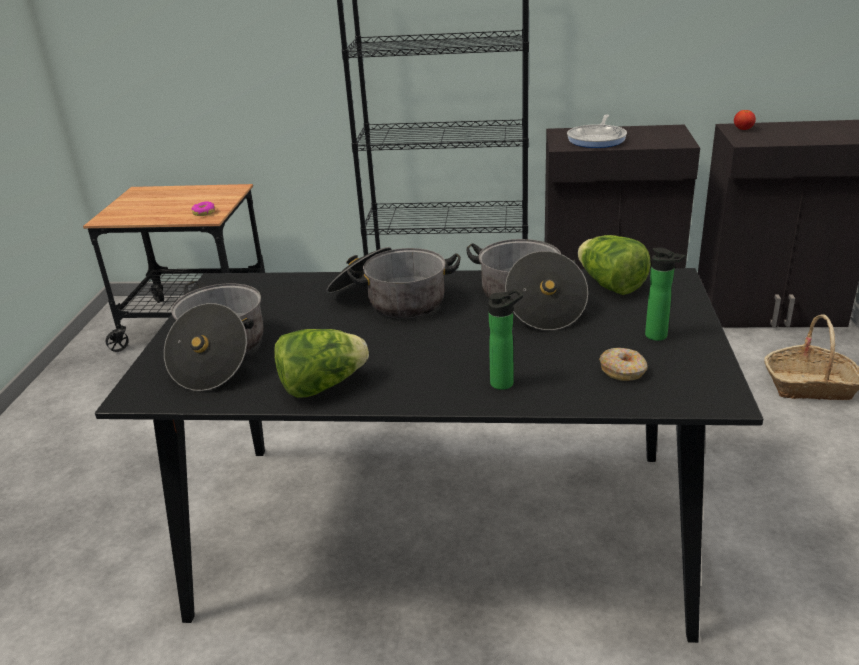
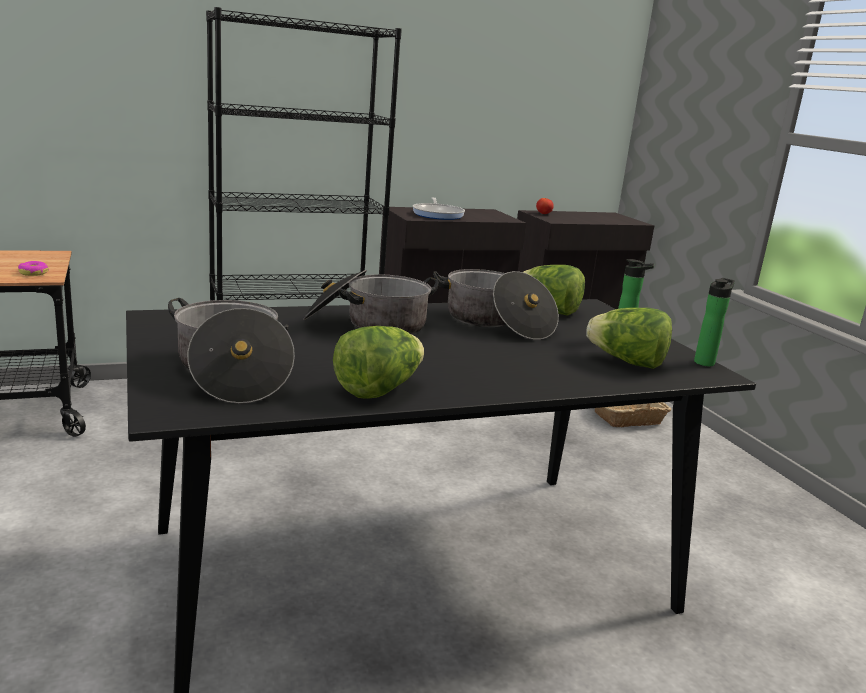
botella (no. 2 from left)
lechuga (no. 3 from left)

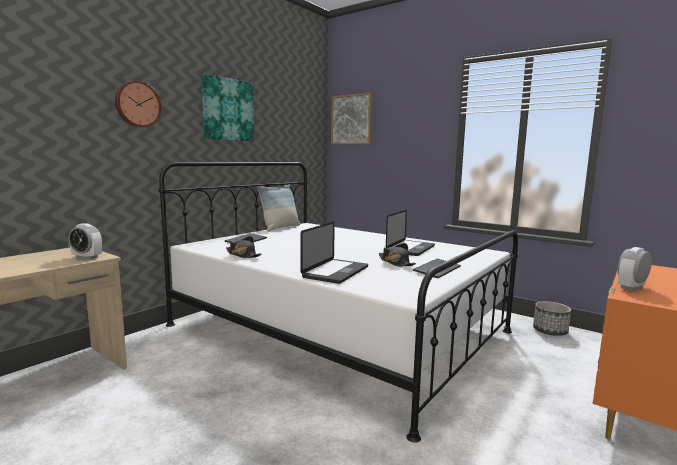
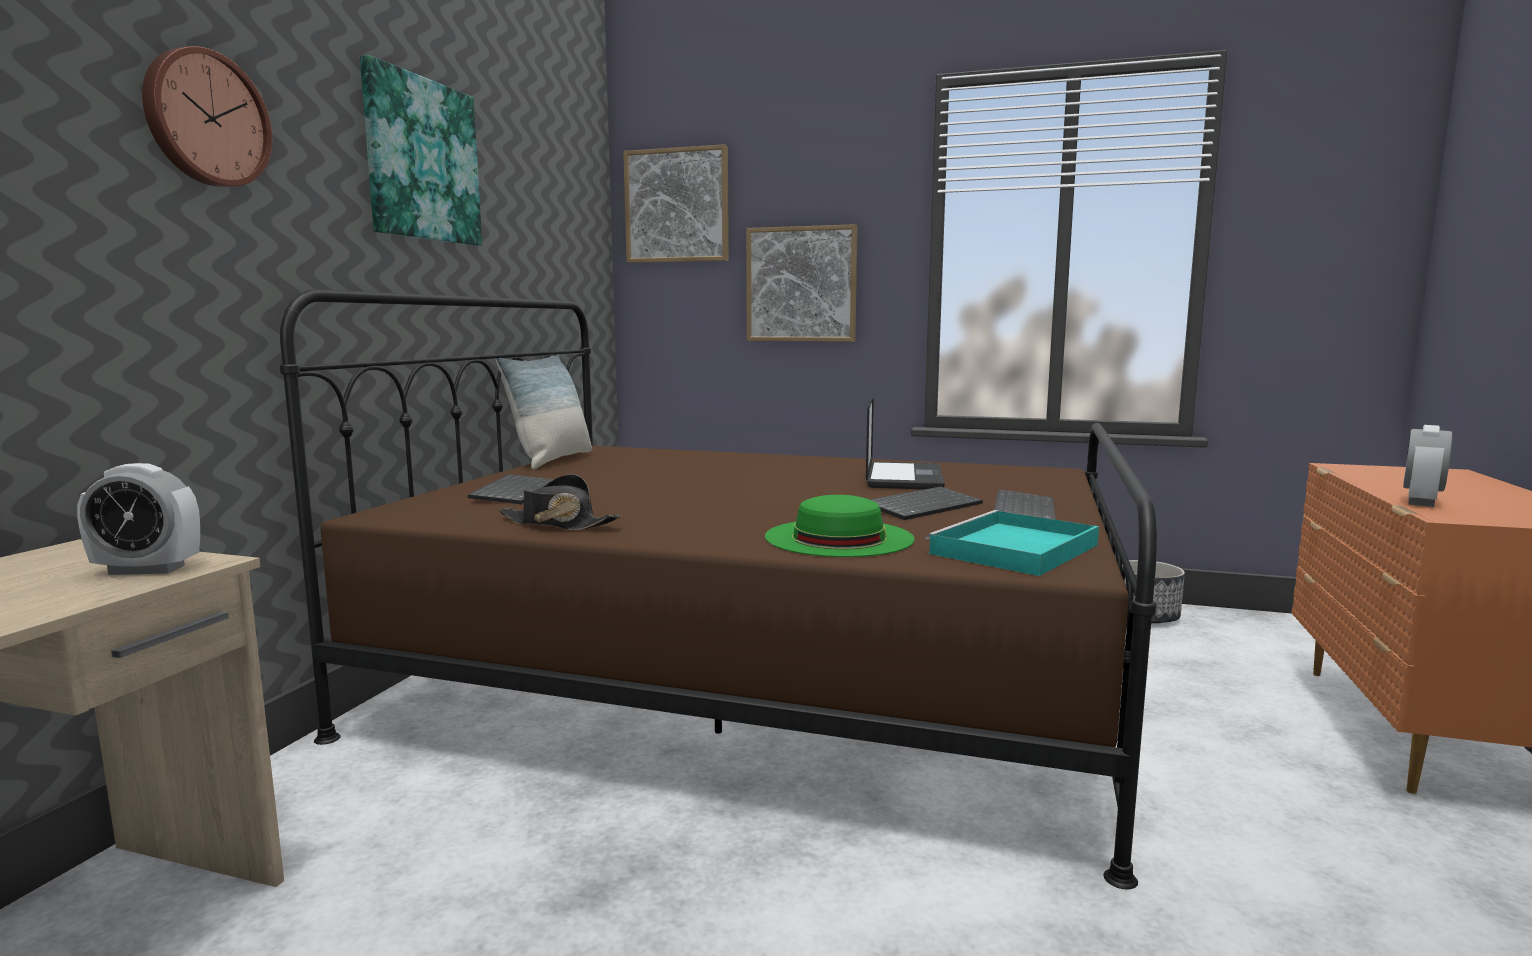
cuadro (no. 3 from left)
bandeja/turquesa
sombrero/verde
teclado (no. 2 from left)
cama/marrón

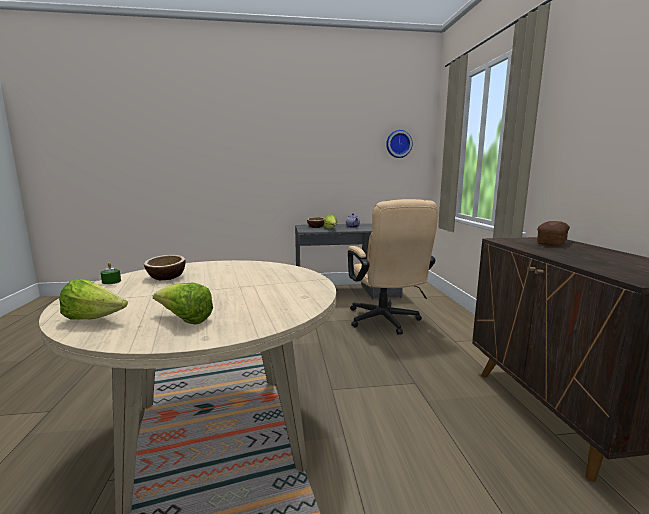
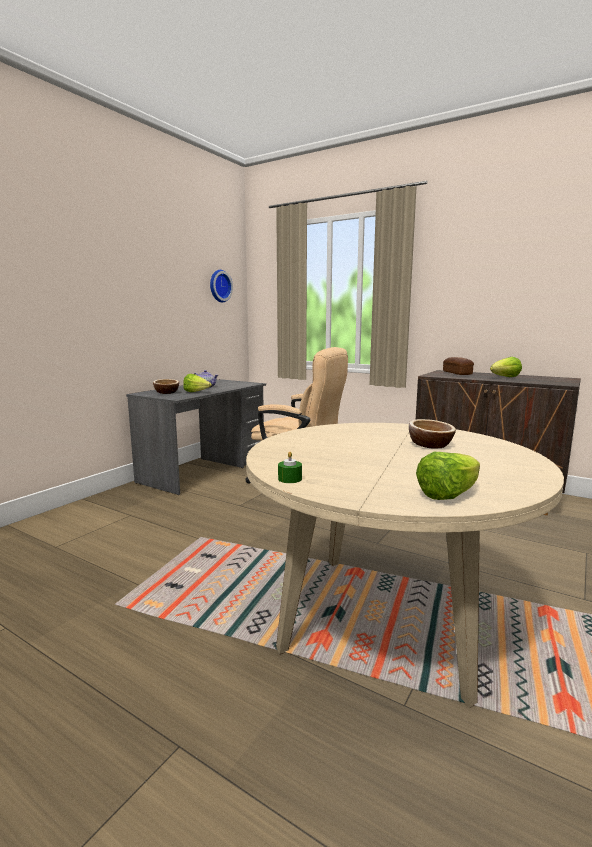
cuenco (no. 2 from left)
lechuga (no. 3 from left)

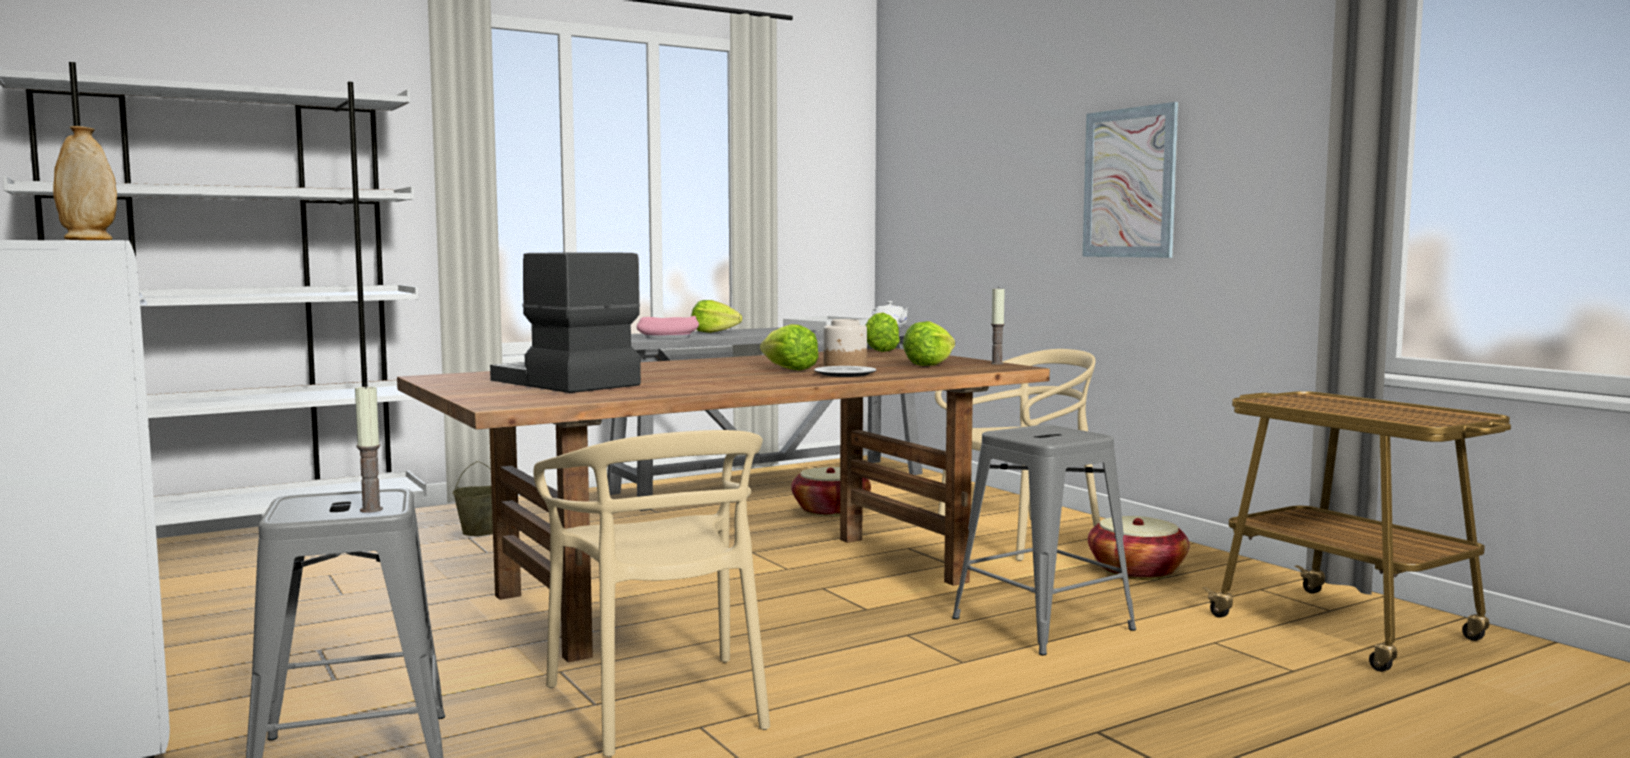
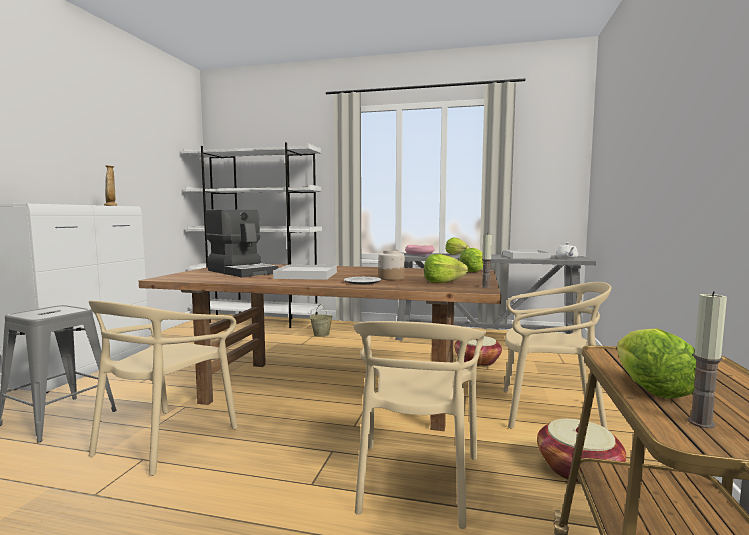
cuadro
bandeja/blanco (no. 1 from left)
vela (no. 2 from left)
lechuga (no. 4 from left)
silla/beis (no. 2 from left)
cafetera

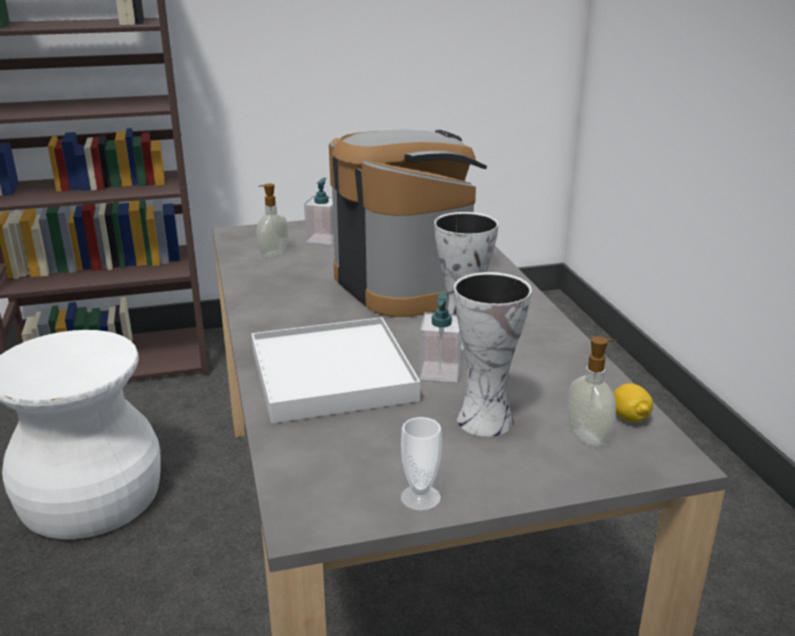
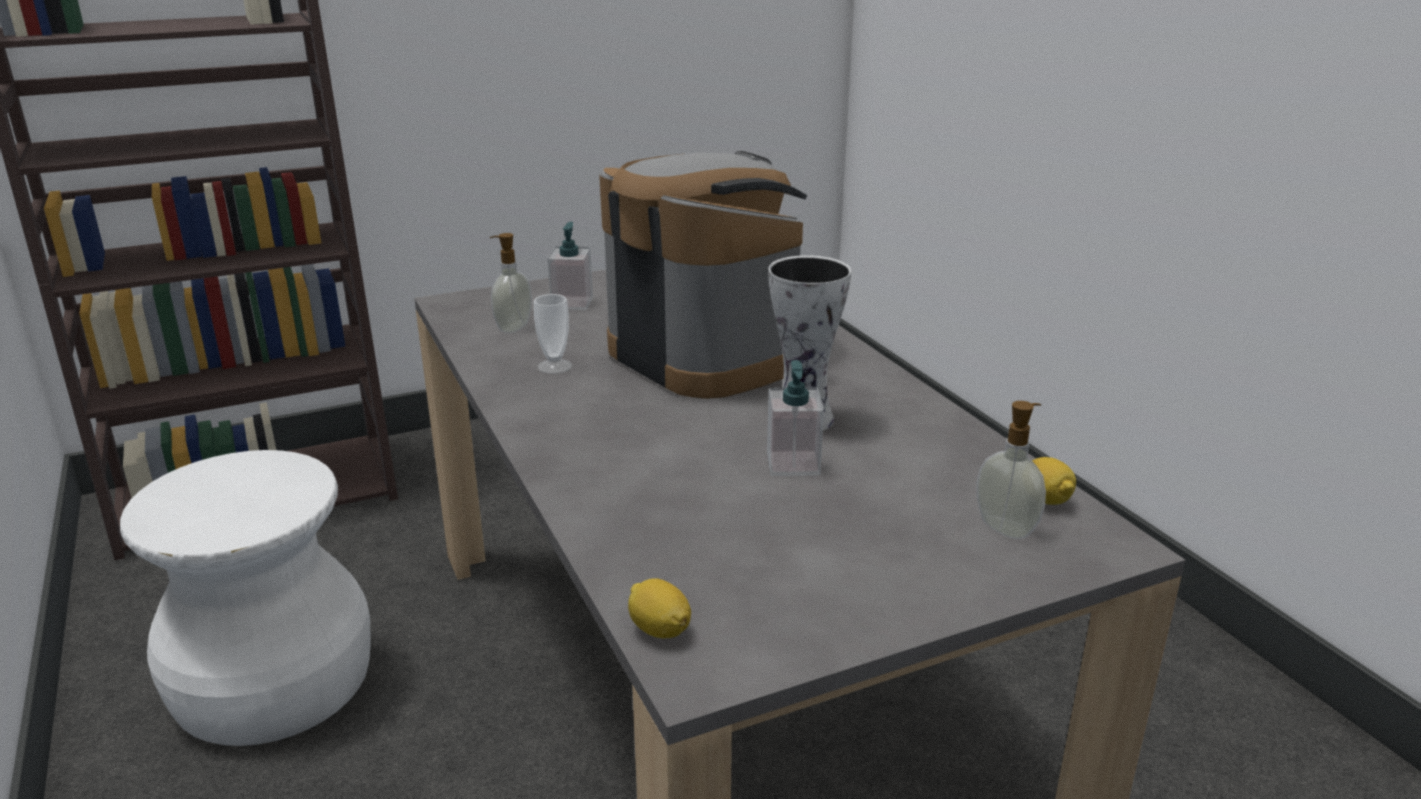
bandeja/blanco
florero (no. 2 from left in the first image)
limón (no. 1 from left)
taza

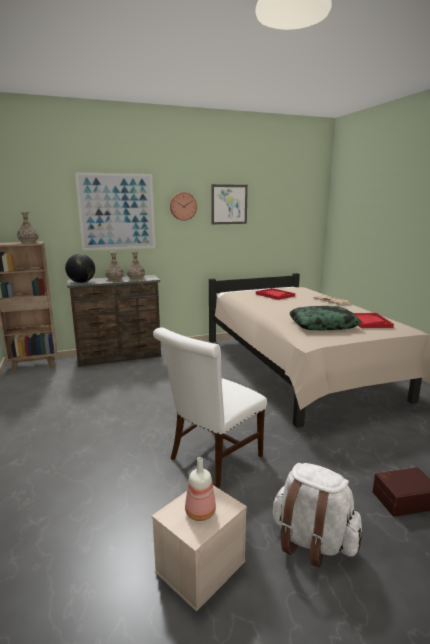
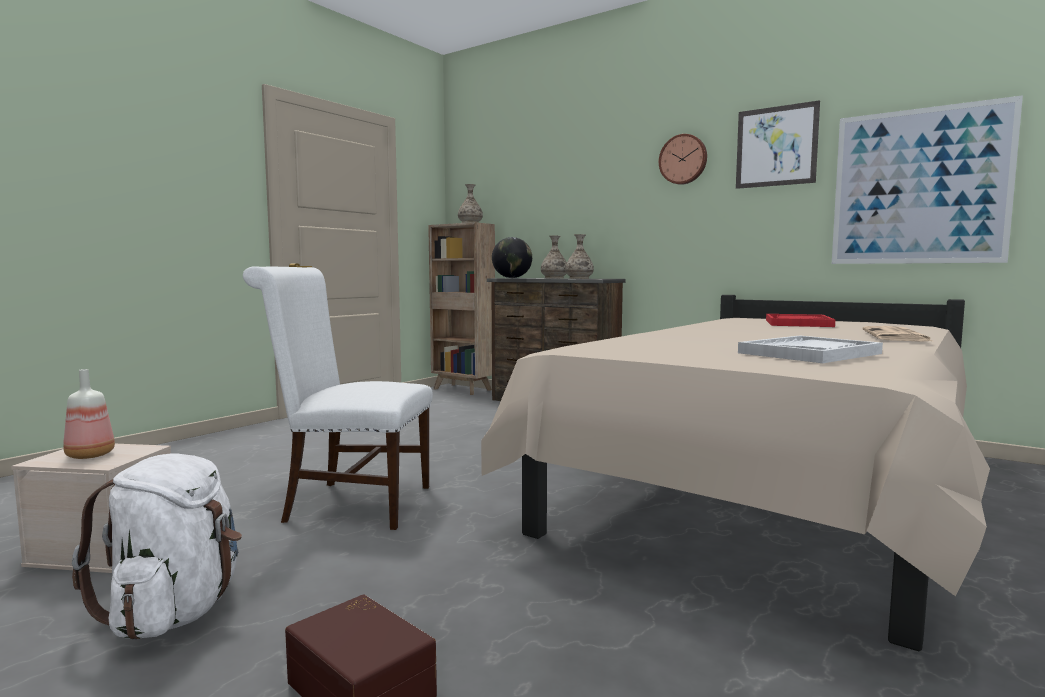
cojín
cuadro (no. 2 from left)
bandeja/blanco

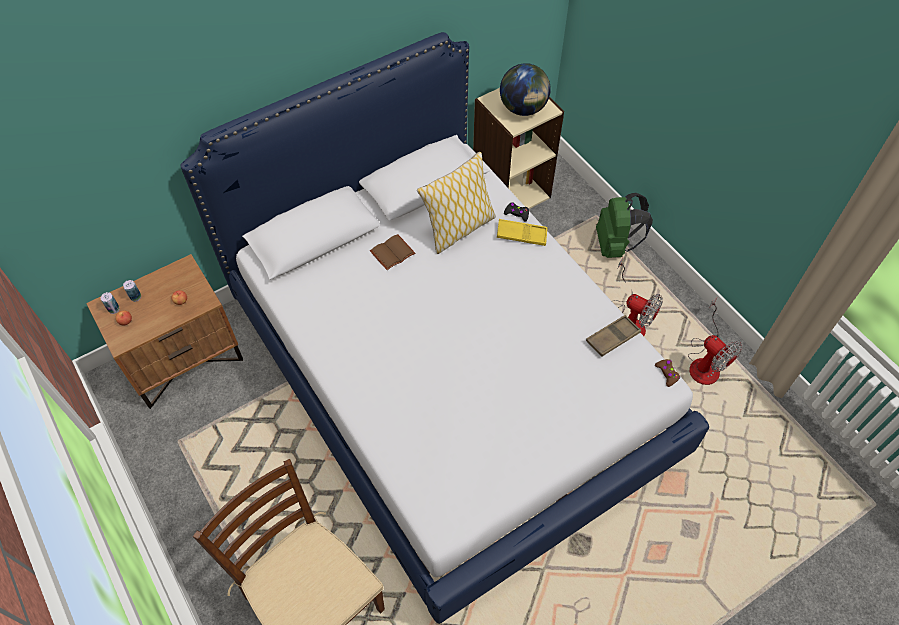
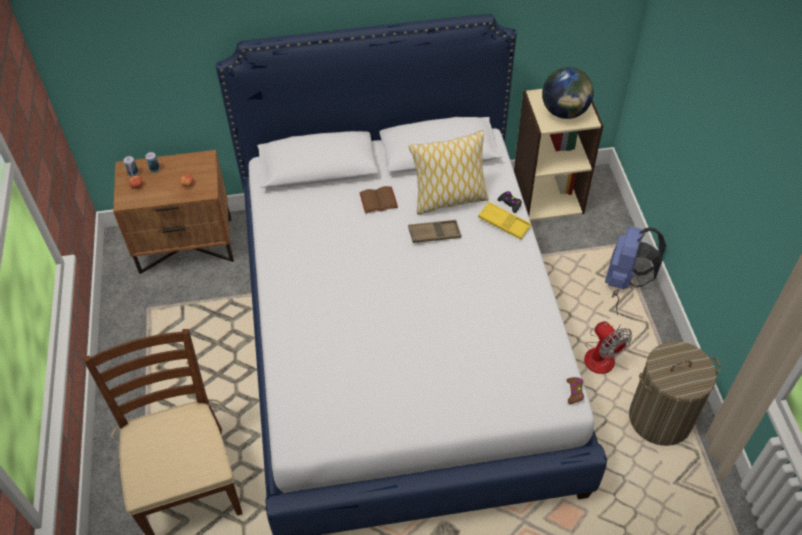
bandeja/marrón
cesto de la ropa
mochila/azul

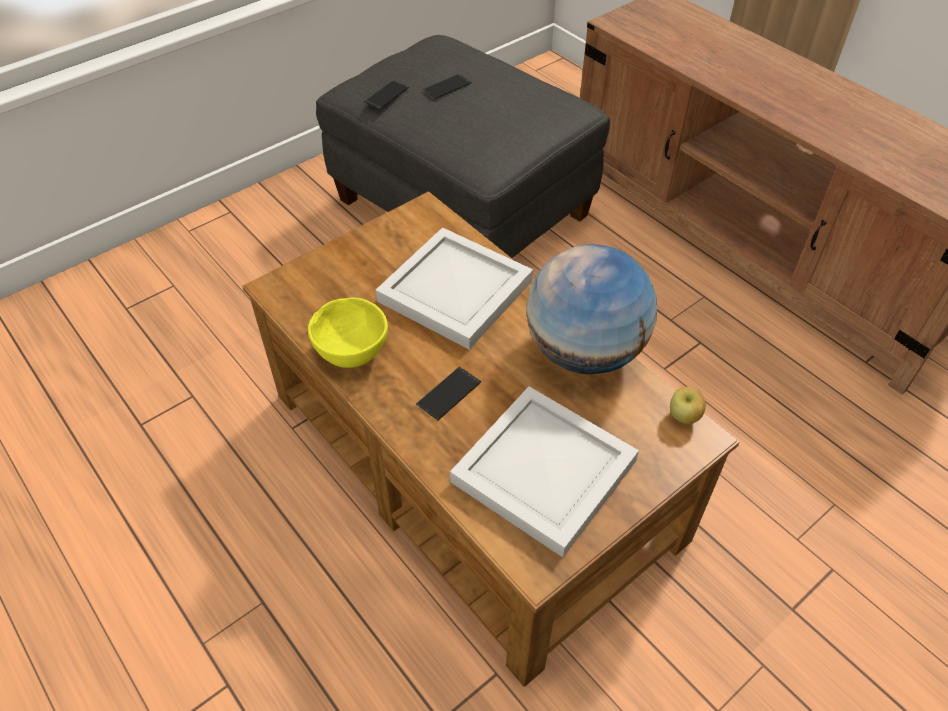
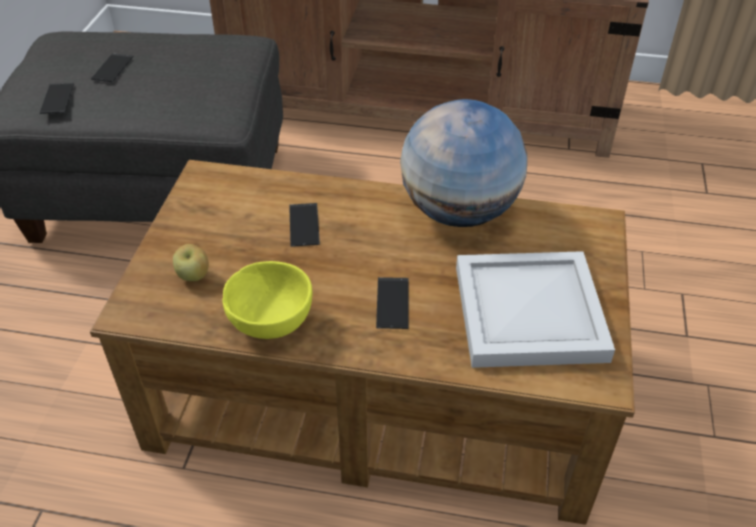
manzana
móvil (no. 3 from left)

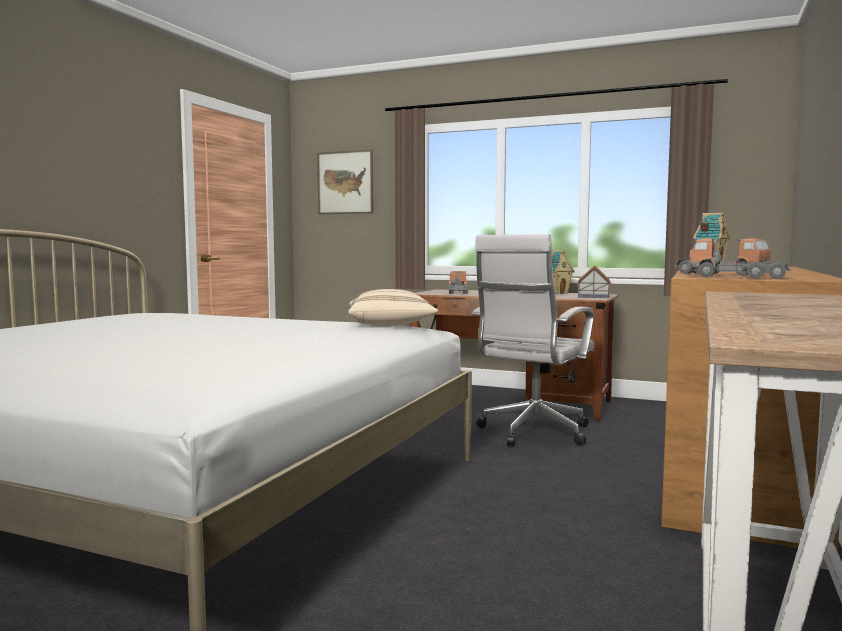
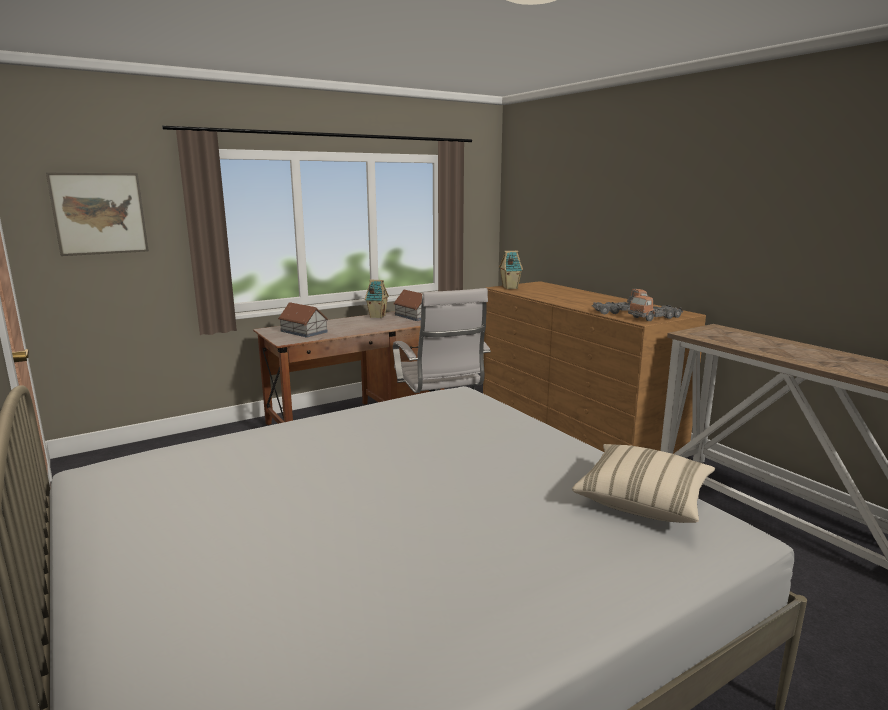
cojín/beis
casita (no. 1 from left)

